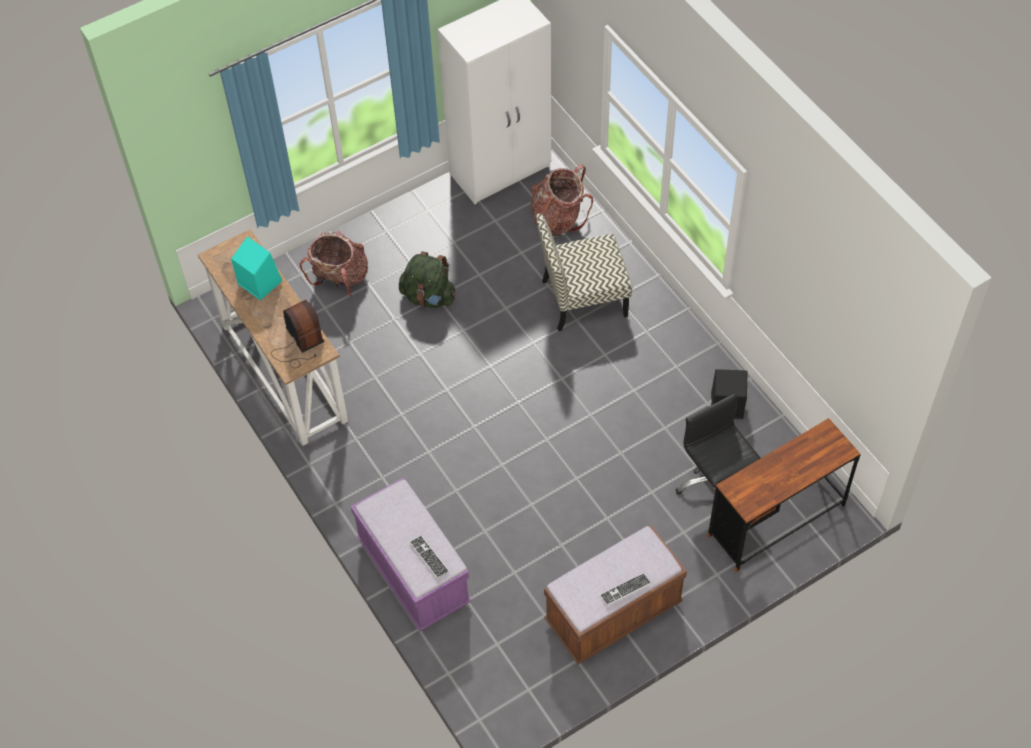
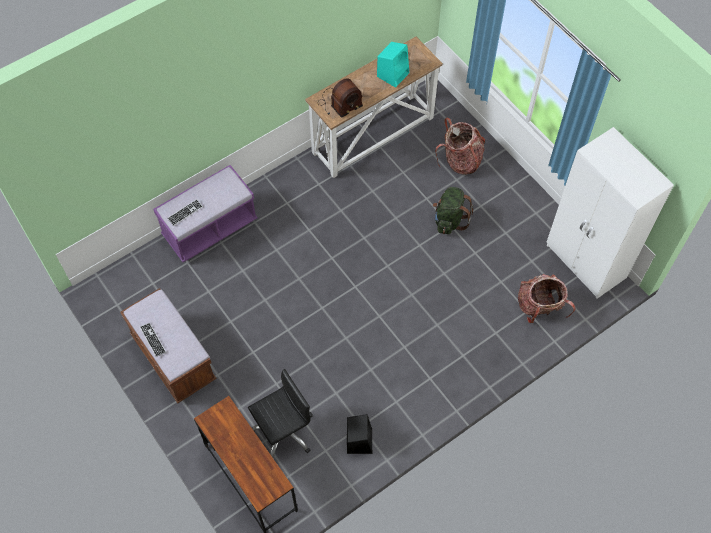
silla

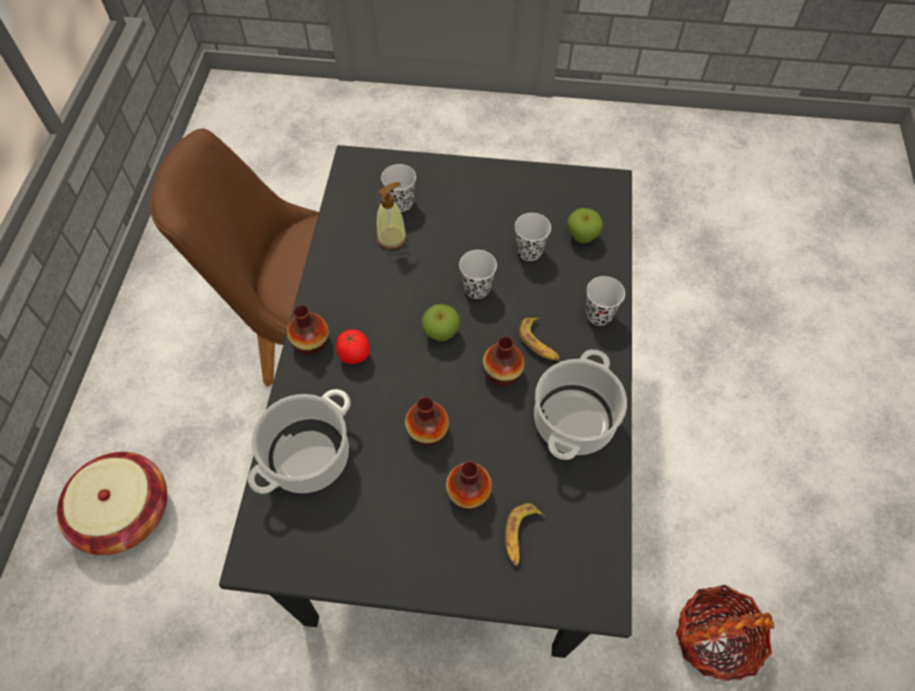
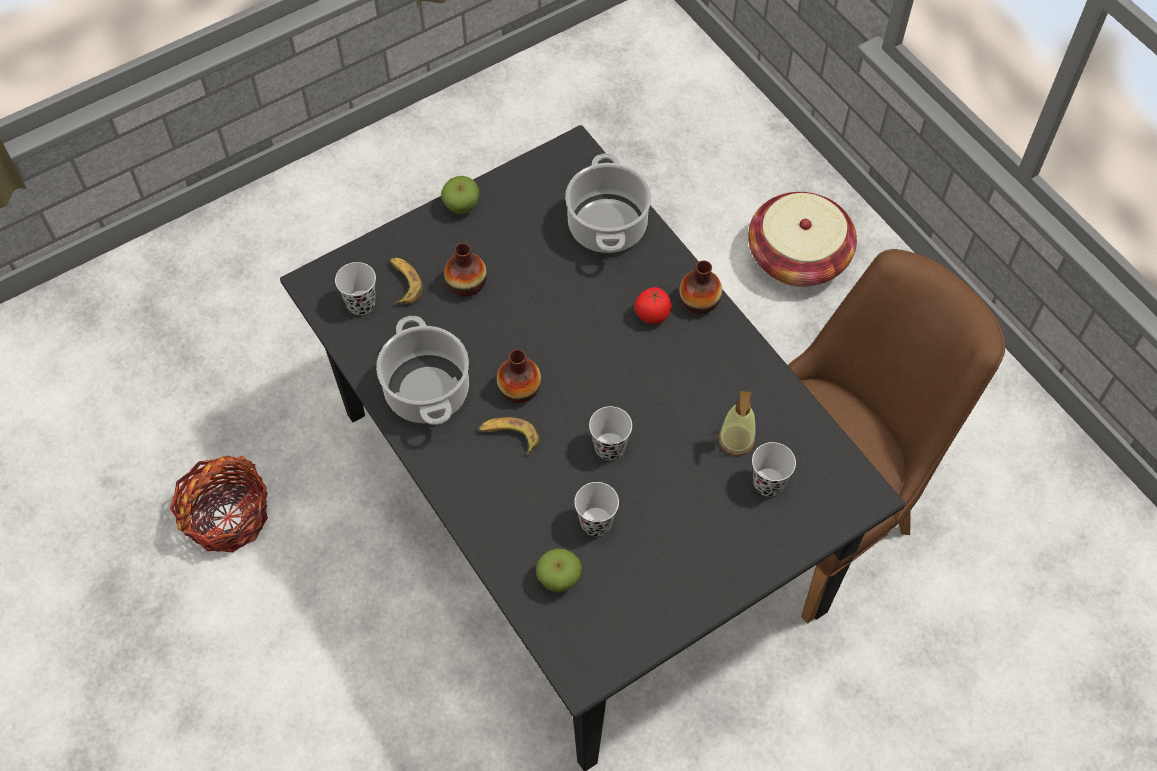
florero (no. 2 from left in the first image)
manzana (no. 1 from left)
taza/negro (no. 1 from left)

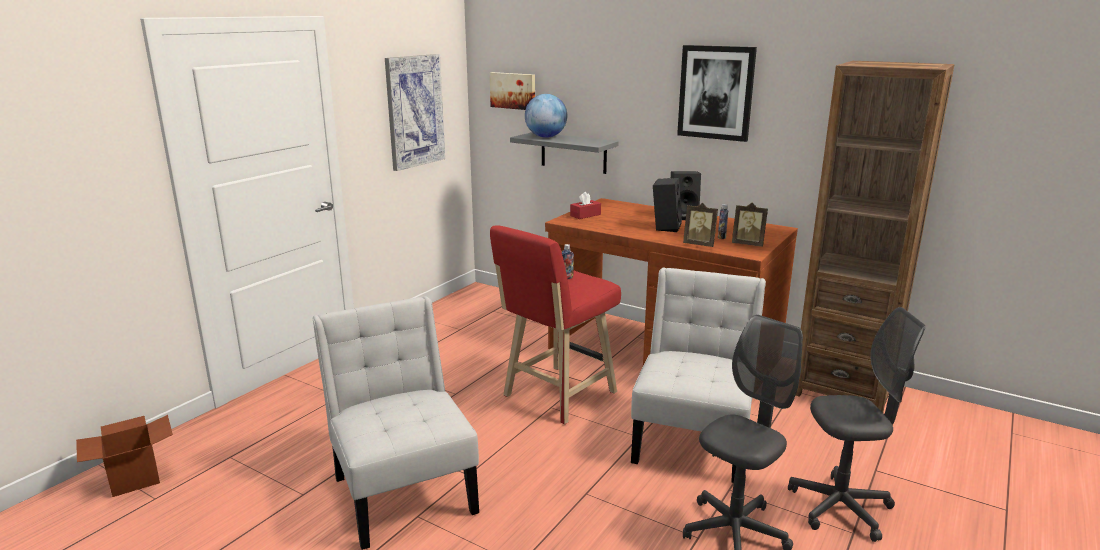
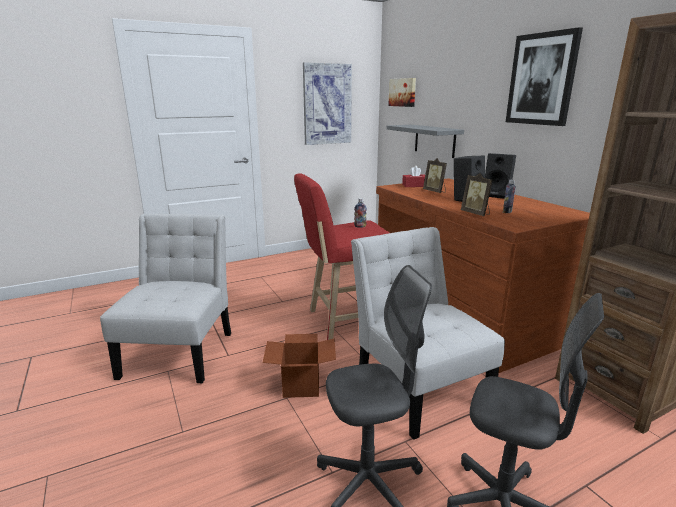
globo terráqueo
caja de cartón
portarretratos (no. 1 from left)
silla/blanco (no. 2 from left)

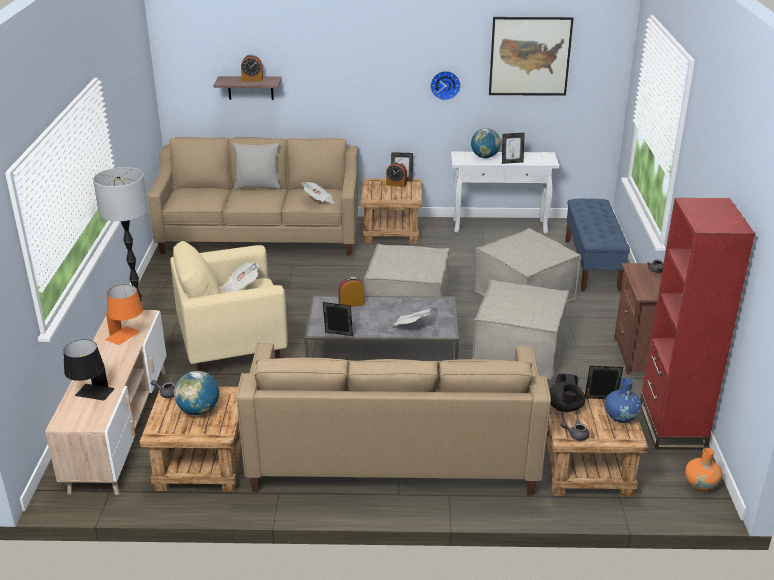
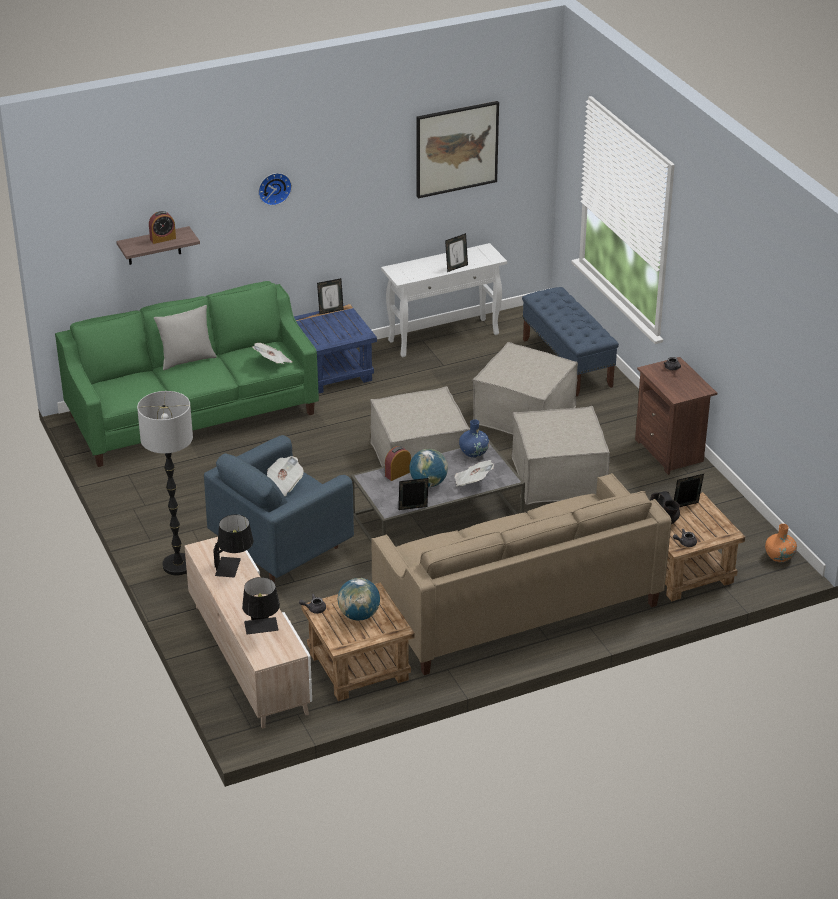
despertador (no. 3 from left in the first image)
estantería/rojo
reloj de pared
globo terráqueo (no. 2 from left)
florero/azul
lámpara de mesa/negro (no. 1 from left)
sofá/verde
sillón/azul
mesa auxiliar/azul

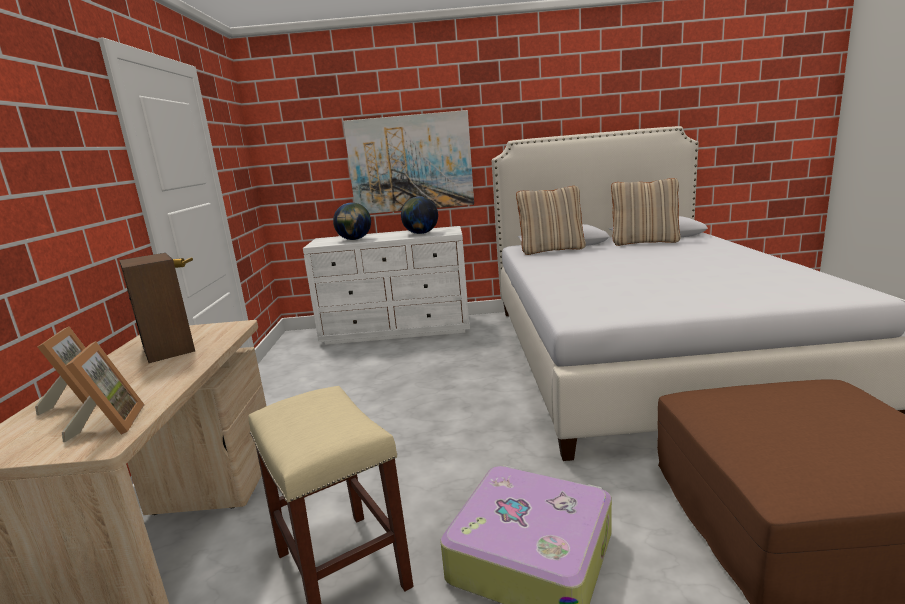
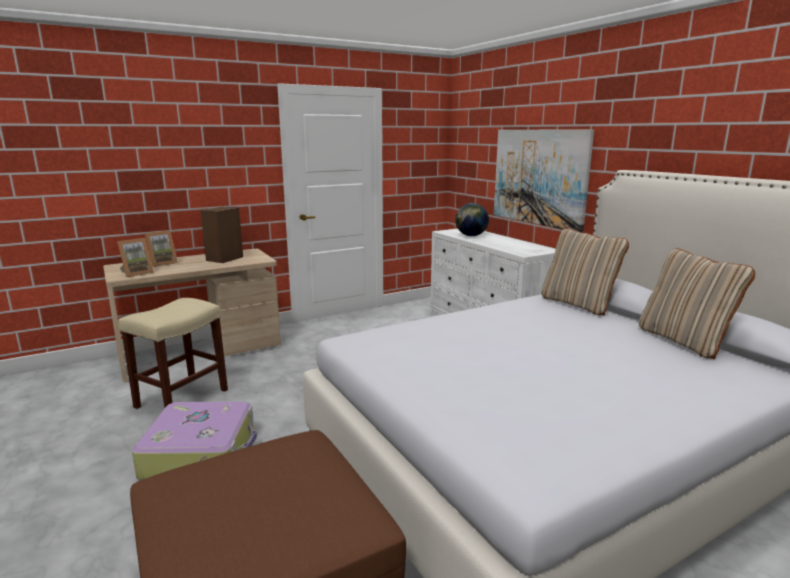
globo terráqueo (no. 2 from left in the first image)

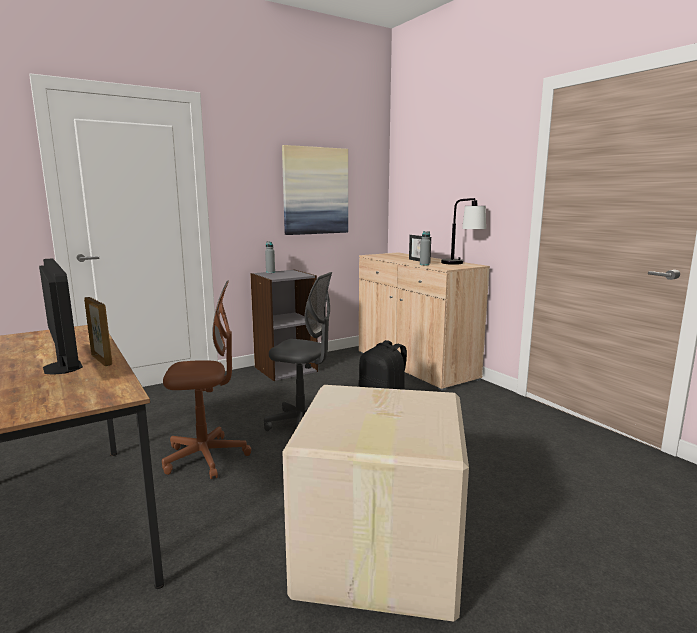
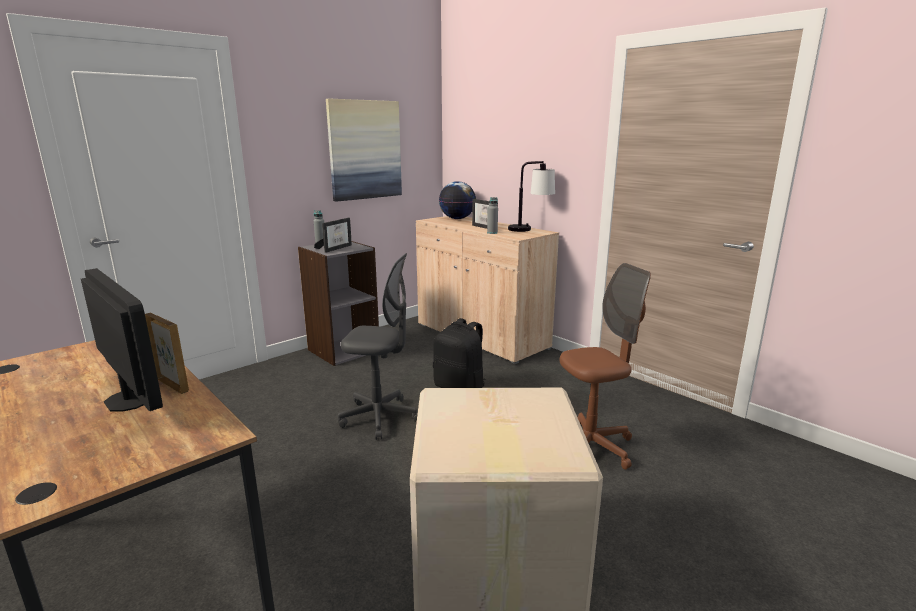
portarretratos (no. 2 from left)
globo terráqueo
silla de oficina/marrón

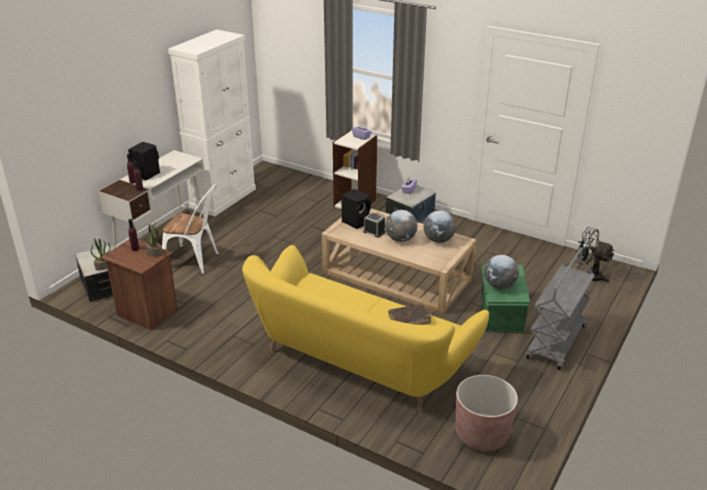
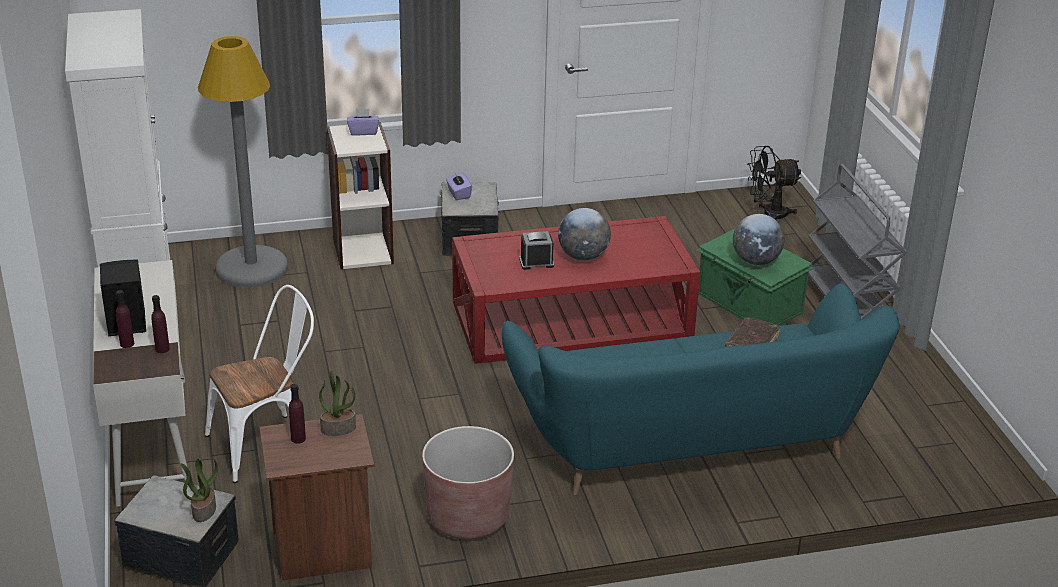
altavoz/negro (no. 2 from left in the first image)
globo terráqueo (no. 2 from left in the first image)
lámpara de pie/gris
maceta/marrón
sofá/turquesa
mesa de centro/rojo

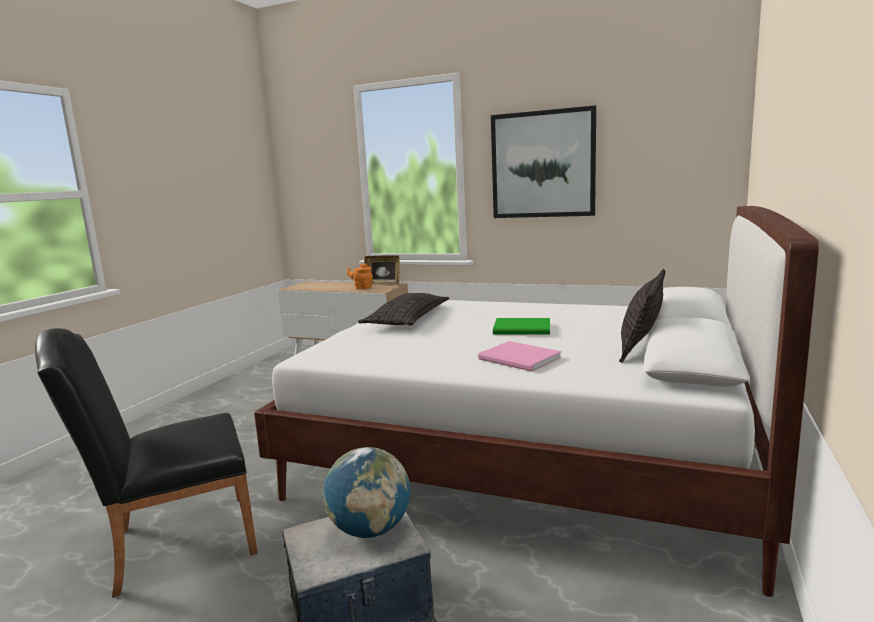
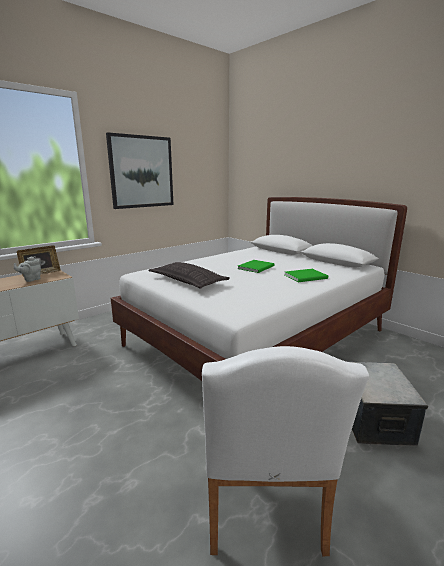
globo terráqueo
cojín (no. 2 from left in the first image)
silla/blanco
tetera/gris
libro/verde (no. 2 from left)

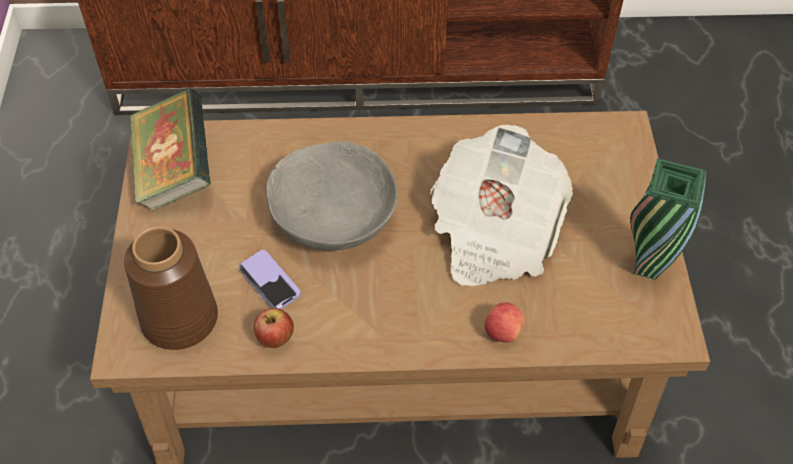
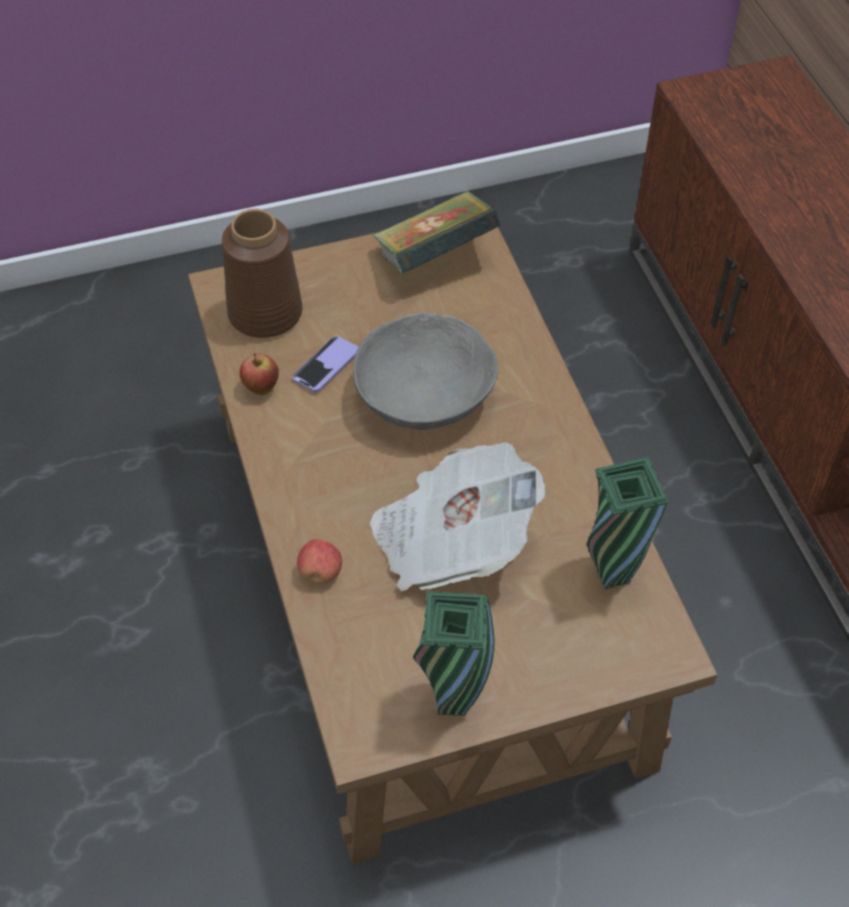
florero/verde (no. 2 from left)

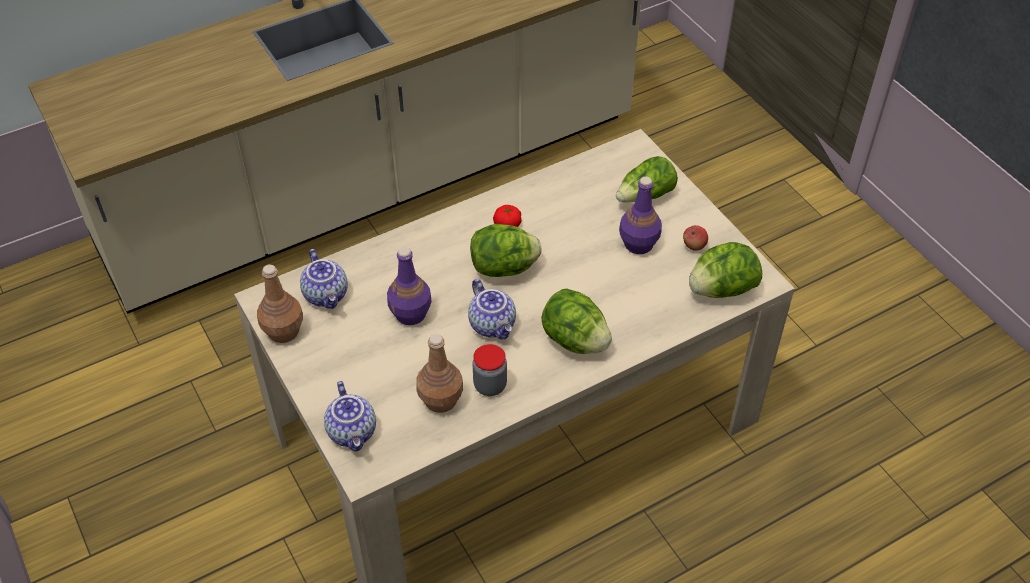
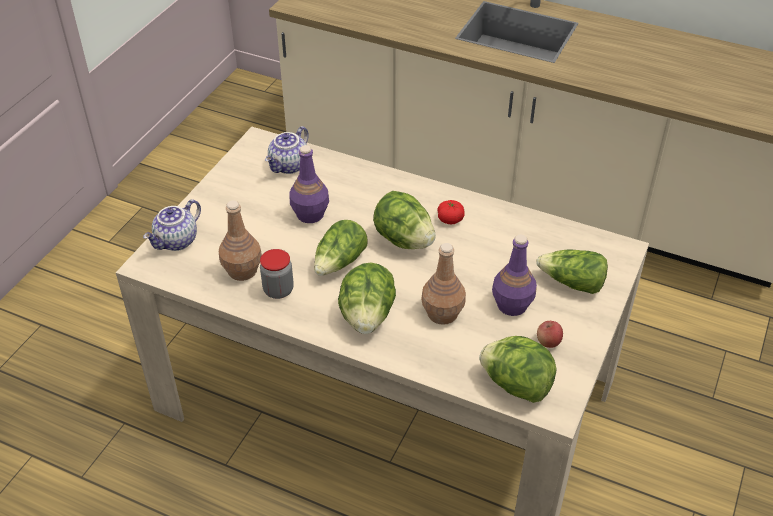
botella/marrón (no. 2 from left)
lechuga (no. 1 from left)

